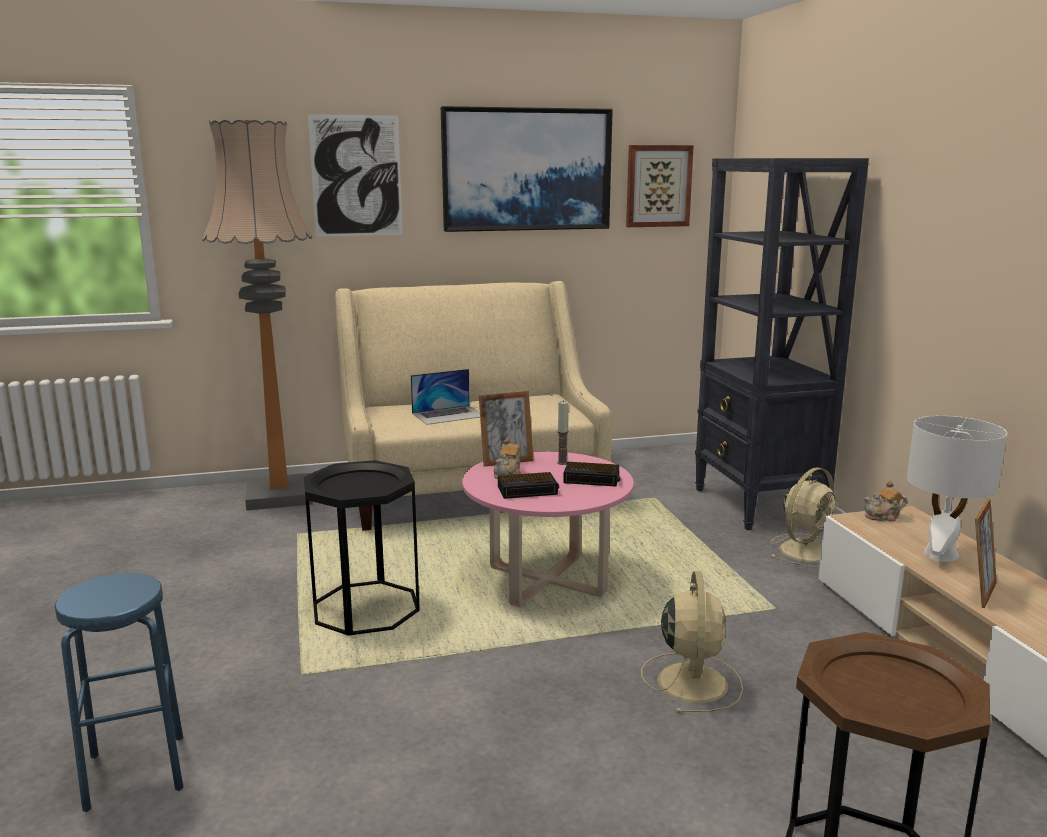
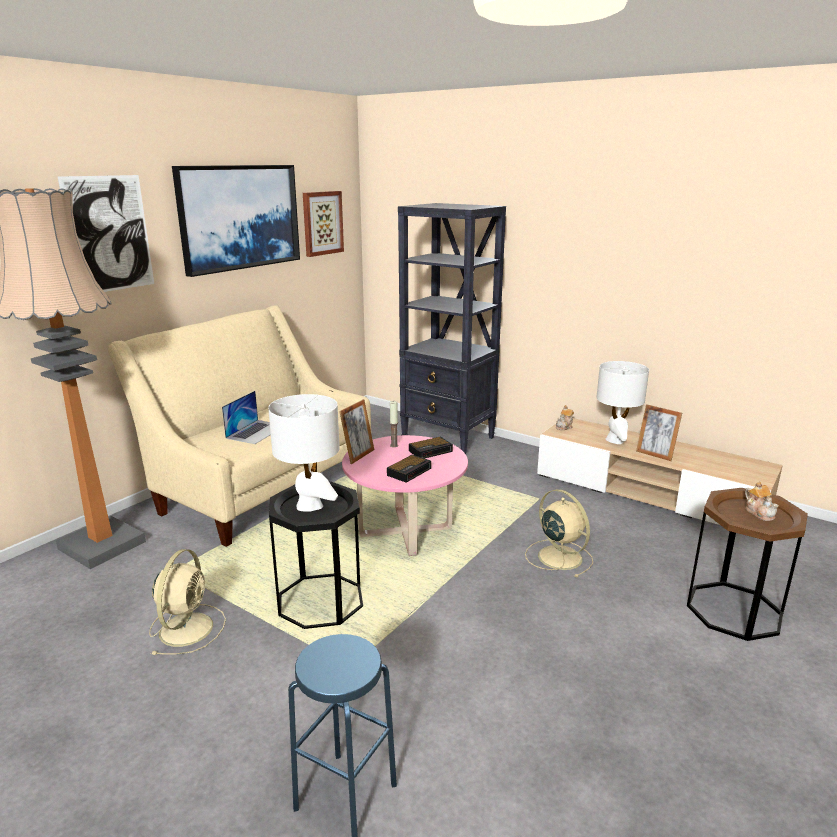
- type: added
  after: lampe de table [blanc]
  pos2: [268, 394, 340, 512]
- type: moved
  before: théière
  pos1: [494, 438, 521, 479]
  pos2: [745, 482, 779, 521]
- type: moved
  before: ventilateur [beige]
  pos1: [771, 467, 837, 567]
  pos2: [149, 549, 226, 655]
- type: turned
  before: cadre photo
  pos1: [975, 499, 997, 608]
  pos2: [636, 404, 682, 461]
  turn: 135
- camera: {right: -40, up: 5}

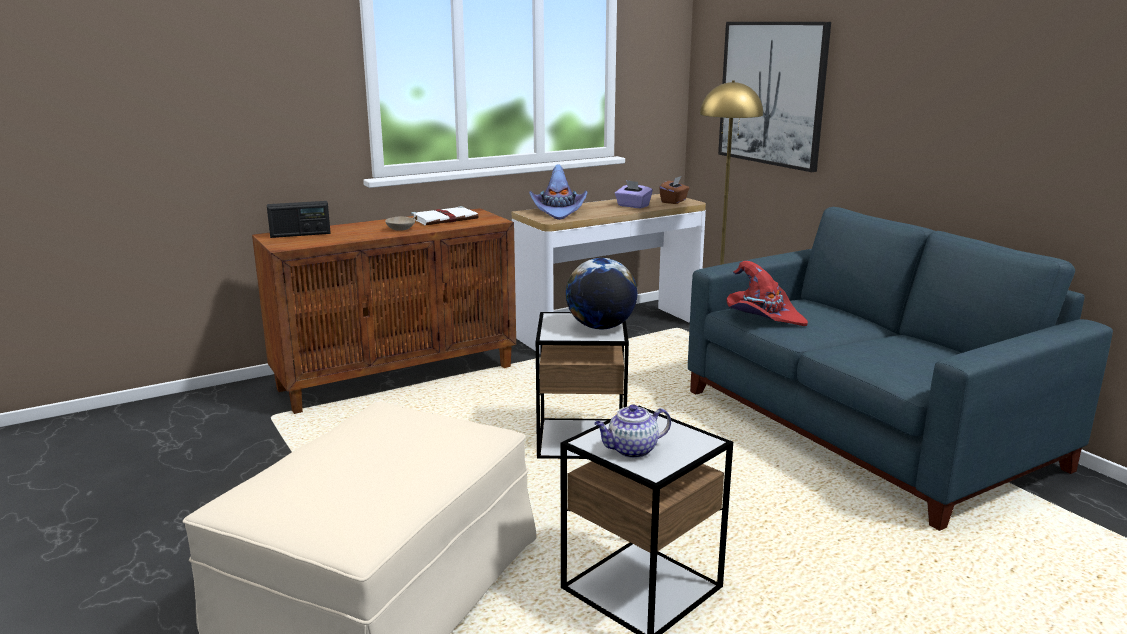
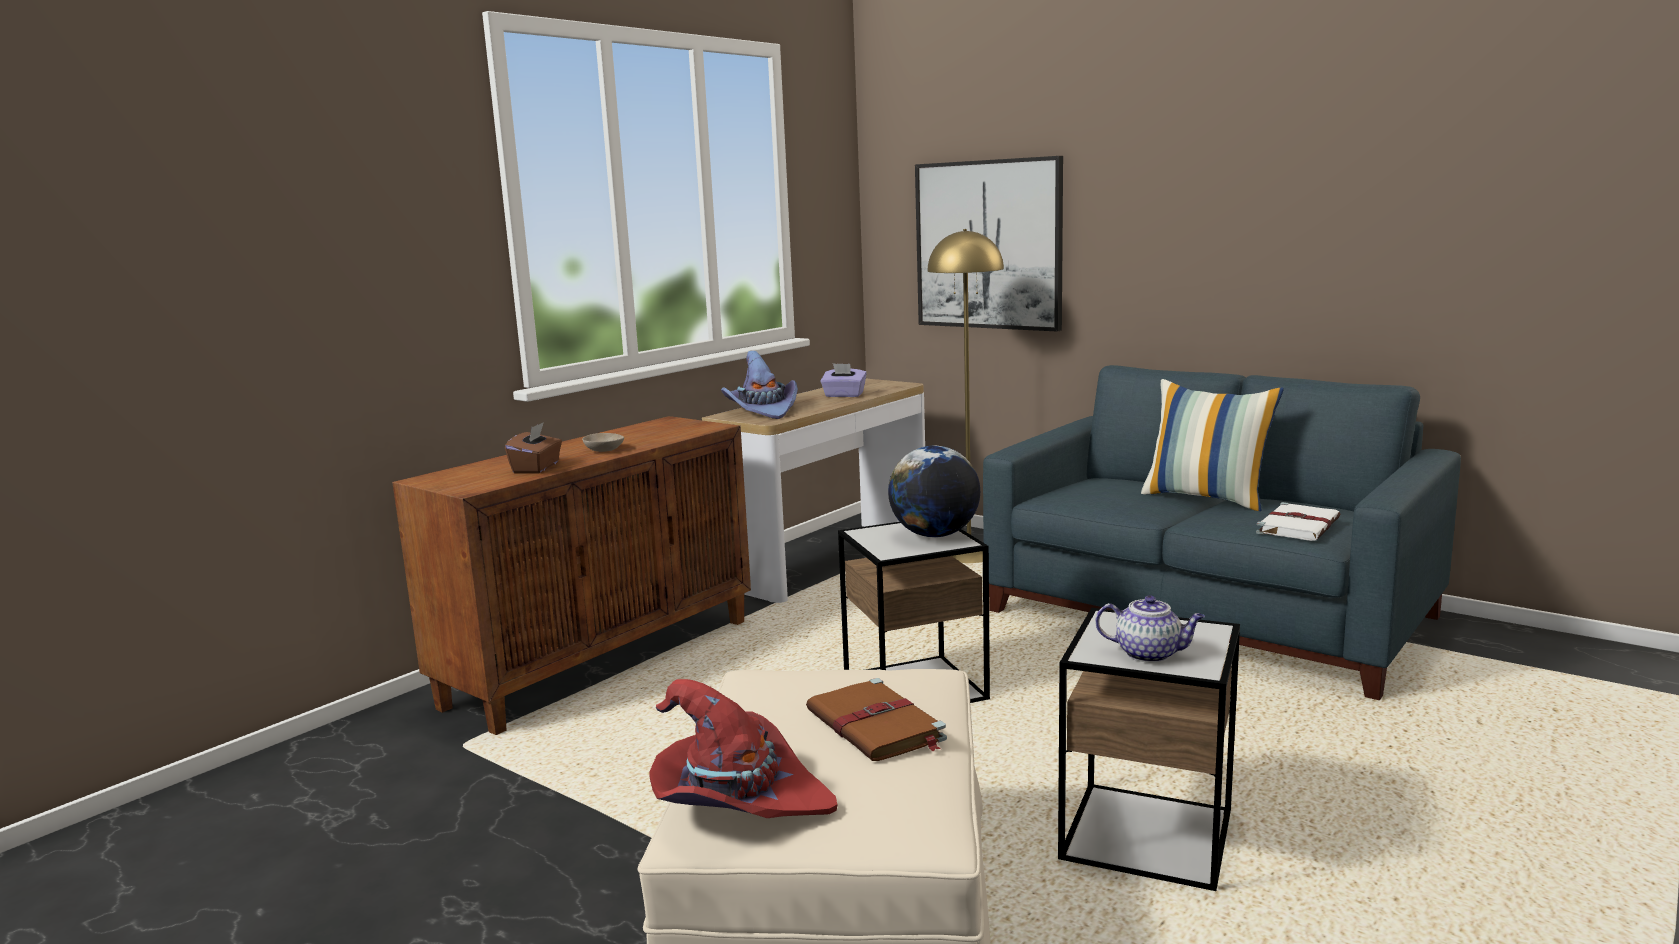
- type: removed
  before: radio
  pos1: [267, 201, 331, 238]
- type: added
  after: livre [marron]
  pos2: [806, 678, 947, 761]
- type: added
  after: coussin
  pos2: [1141, 379, 1284, 511]
- type: moved
  before: livre [blanc]
  pos1: [411, 206, 479, 225]
  pos2: [1256, 502, 1341, 541]
- type: moved
  before: boîte à mouchoirs [marron]
  pos1: [659, 176, 689, 204]
  pos2: [505, 422, 562, 474]
- type: moved
  before: chapeau [rouge]
  pos1: [727, 261, 808, 326]
  pos2: [649, 679, 837, 818]
- type: turned
  before: théière
  pos1: [594, 404, 671, 458]
  pos2: [1095, 595, 1205, 663]
  turn: -120
- camera: {right: -20, up: -5}

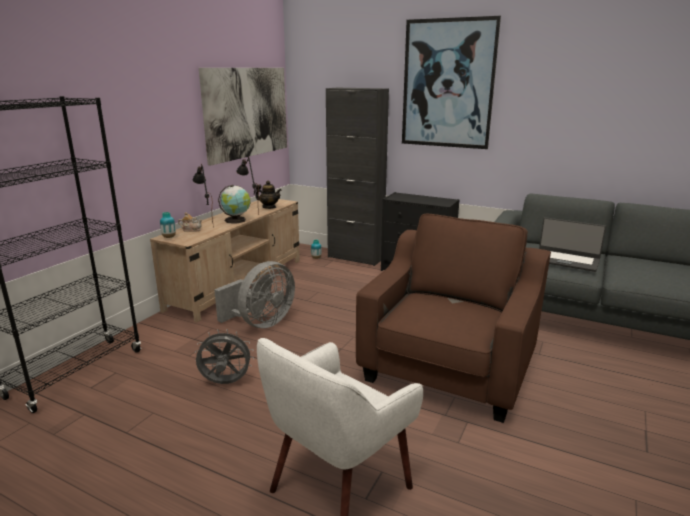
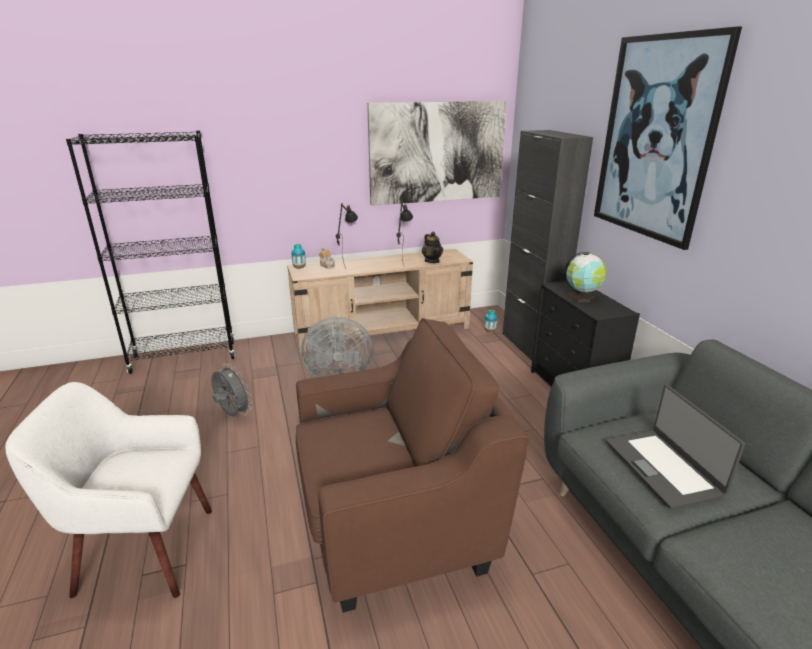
- type: moved
  before: globe
  pos1: [218, 185, 250, 224]
  pos2: [565, 252, 607, 303]
- camera: {right: 45, up: 5}

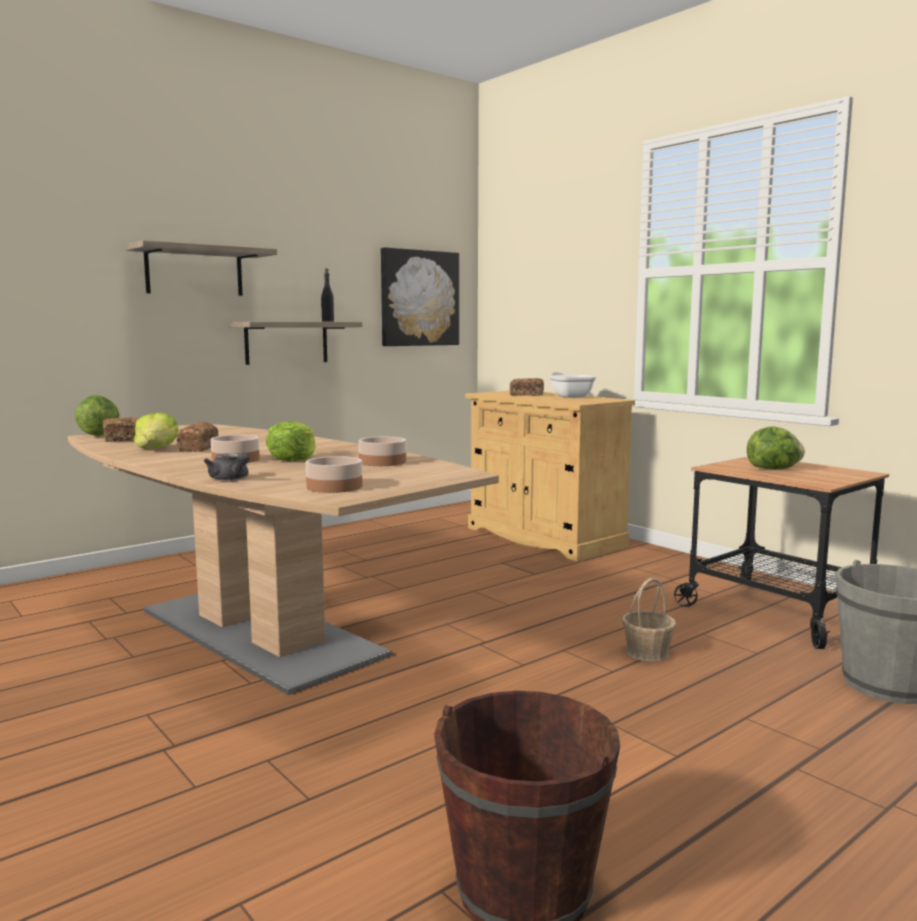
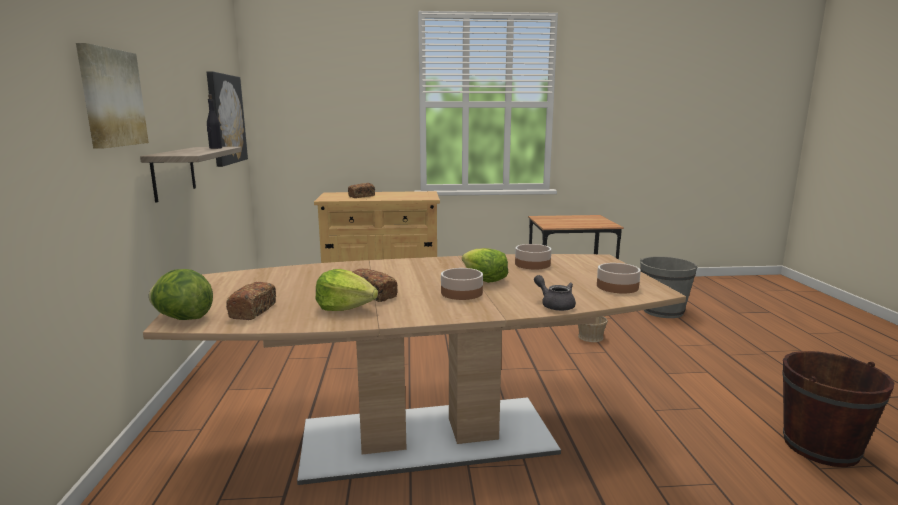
- type: removed
  before: poêle
  pos1: [549, 372, 596, 398]
- type: removed
  before: laitue
  pos1: [747, 426, 805, 469]
- type: replaced
  before: étagère
  after: tableau
  pos1: [125, 240, 277, 296]
  pos2: [76, 43, 149, 149]
- type: turned
  before: théière [gris]
  pos1: [204, 452, 250, 480]
  pos2: [534, 275, 576, 311]
  turn: -120
- camera: {right: -55, up: 5}

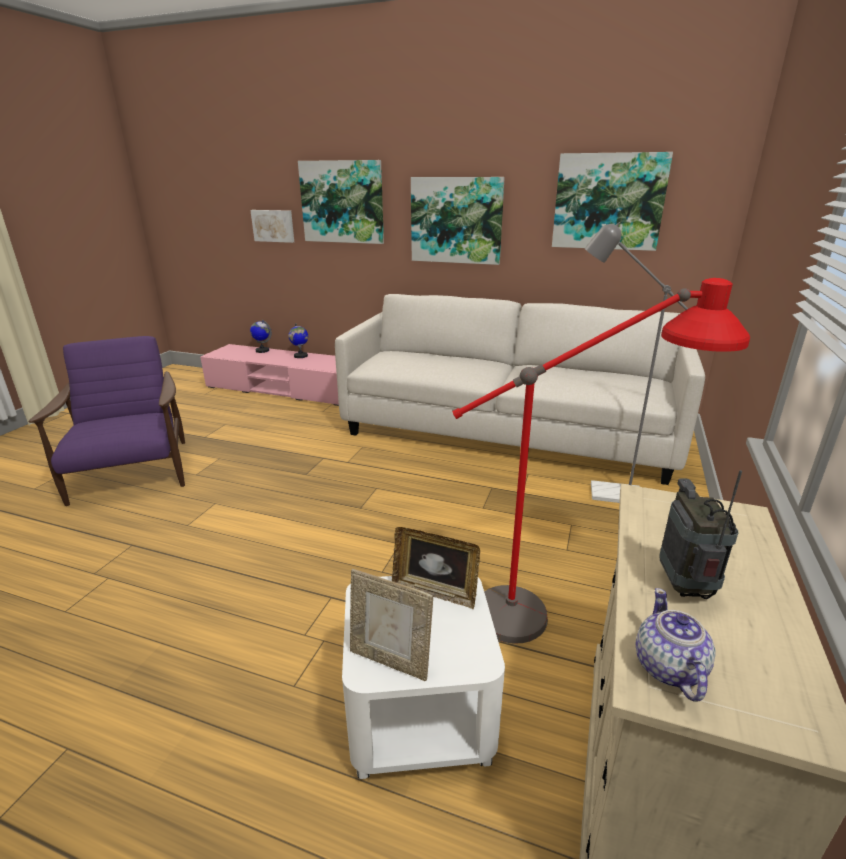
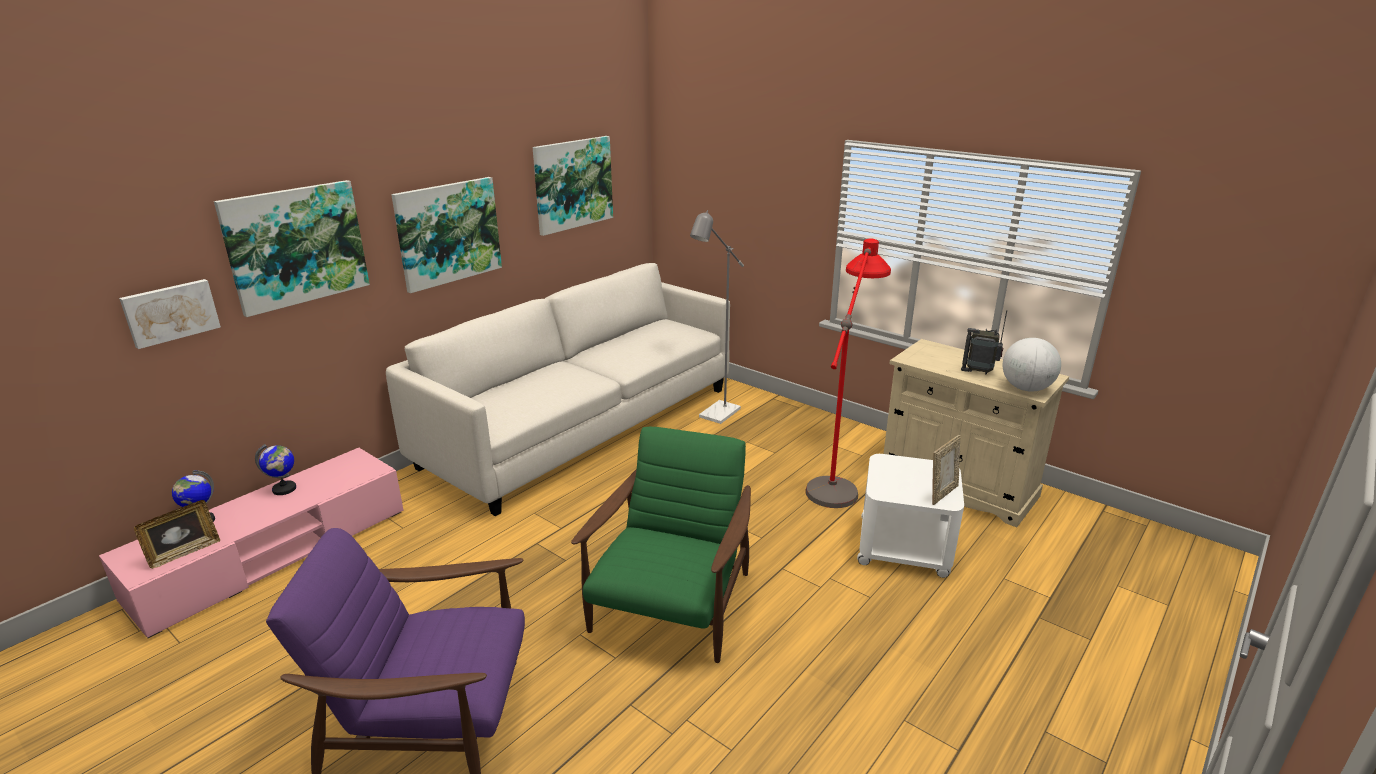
- type: added
  after: fauteuil [vert]
  pos2: [571, 427, 751, 663]
- type: moved
  before: cadre photo
  pos1: [392, 527, 480, 609]
  pos2: [134, 500, 220, 569]
- type: replaced
  before: théière
  after: globe
  pos1: [636, 588, 716, 702]
  pos2: [1003, 338, 1061, 391]
- camera: {right: -70, up: 0}

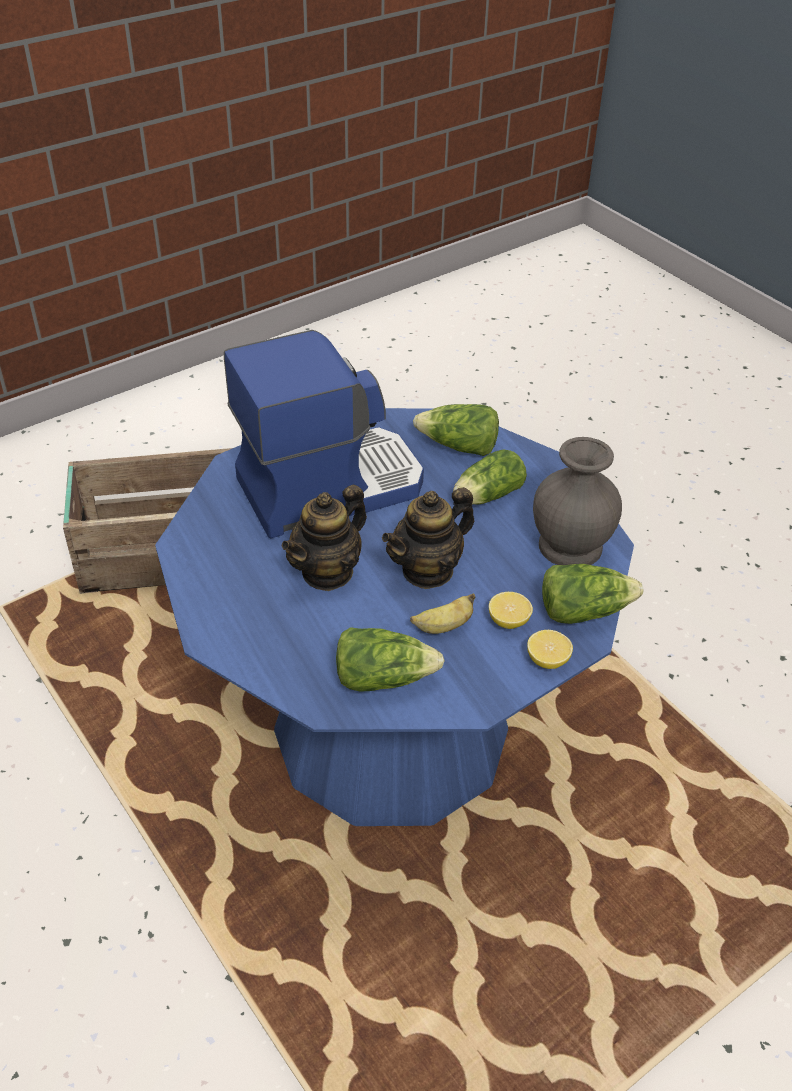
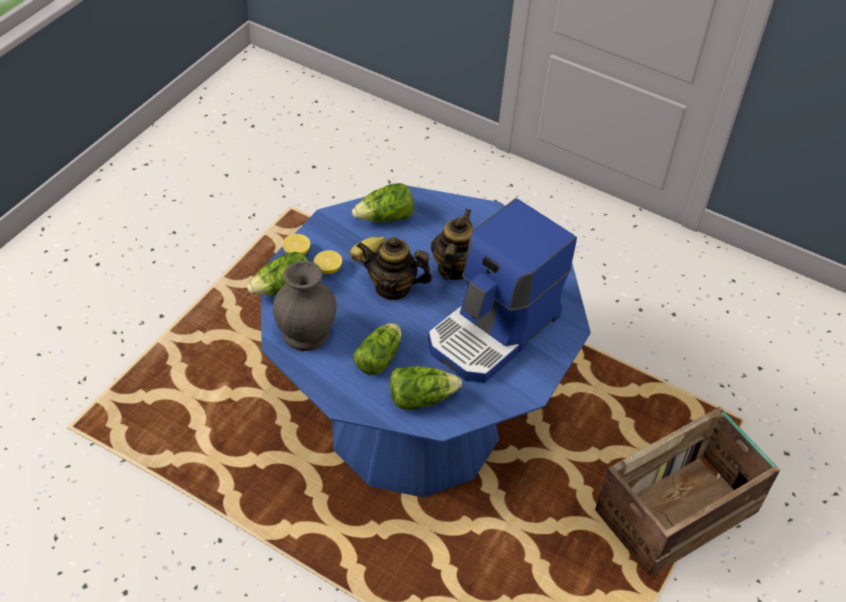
- type: turned
  before: théière
  pos1: [382, 487, 474, 589]
  pos2: [356, 237, 432, 301]
  turn: -105
- camera: {right: 155, up: 5}

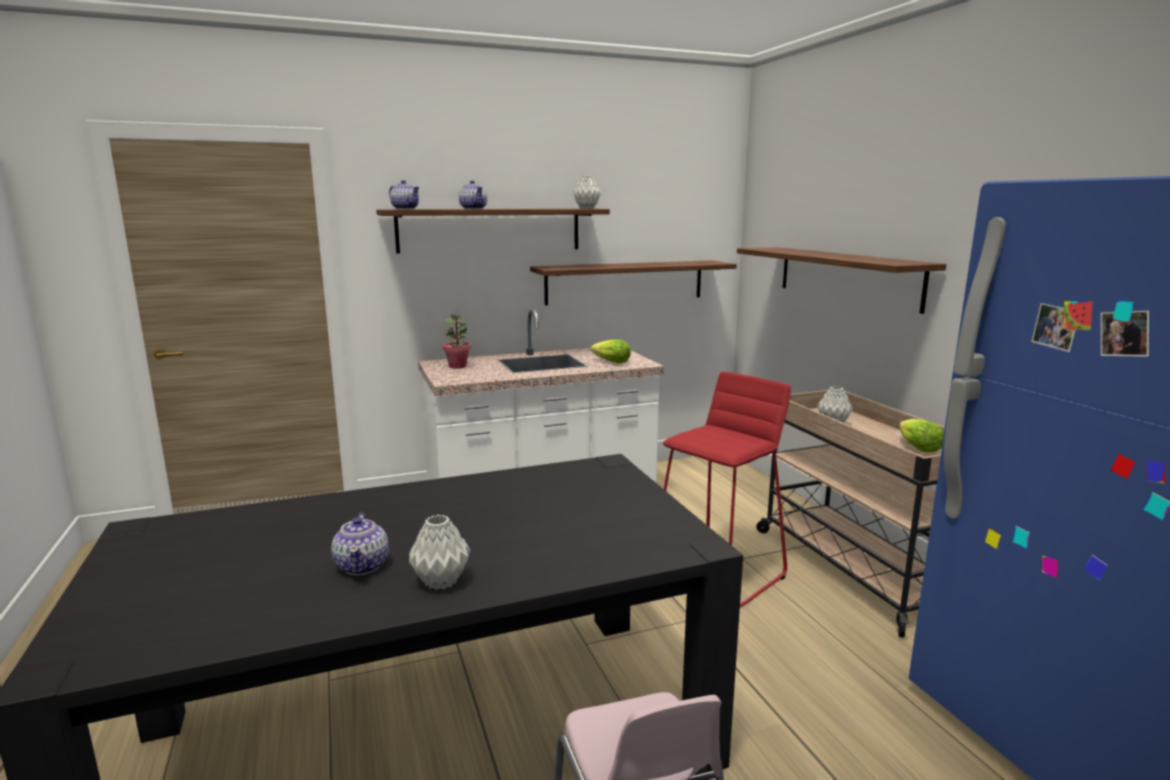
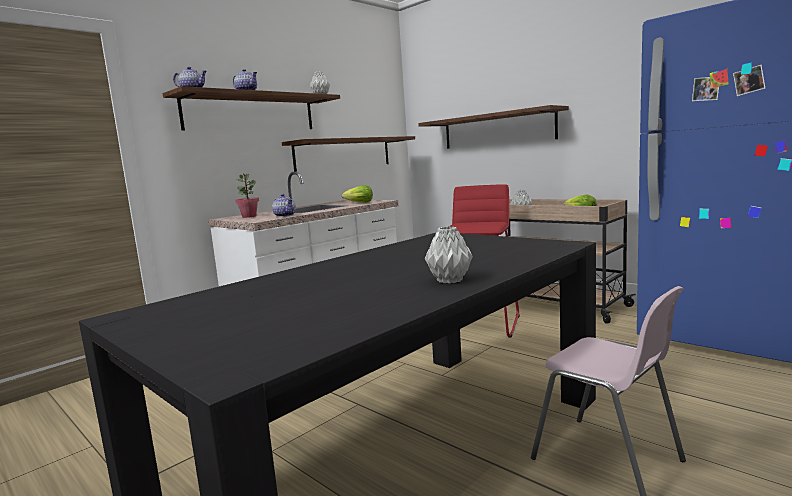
- type: moved
  before: théière
  pos1: [331, 513, 389, 575]
  pos2: [272, 194, 296, 217]
- camera: {right: -25, up: -5}

